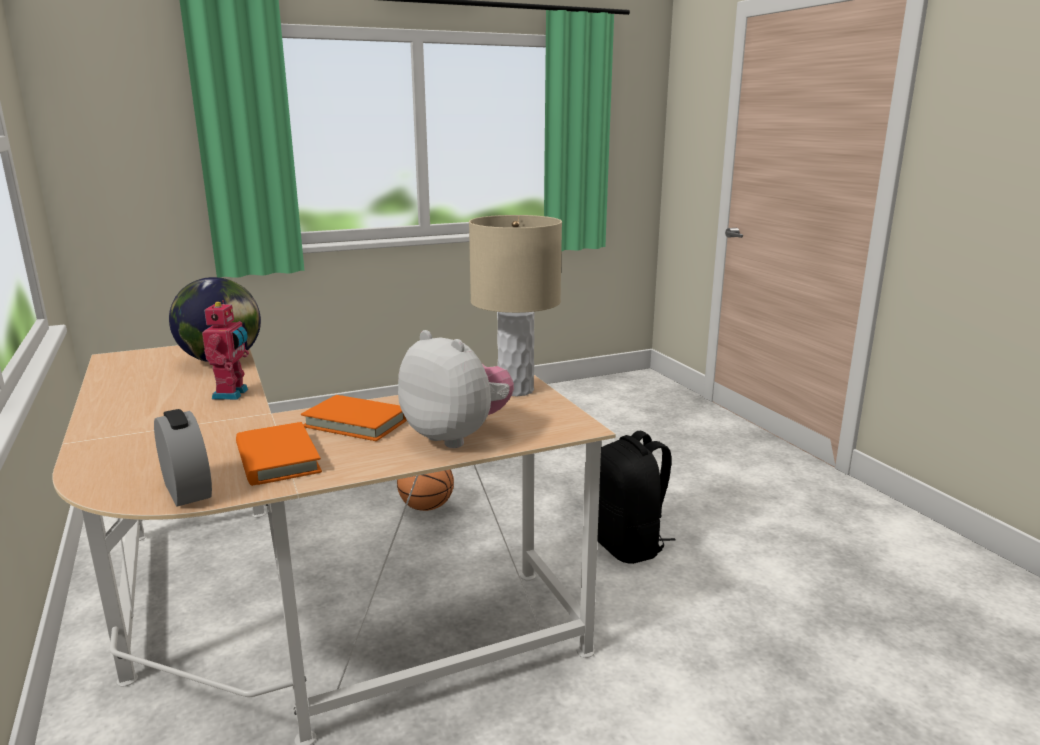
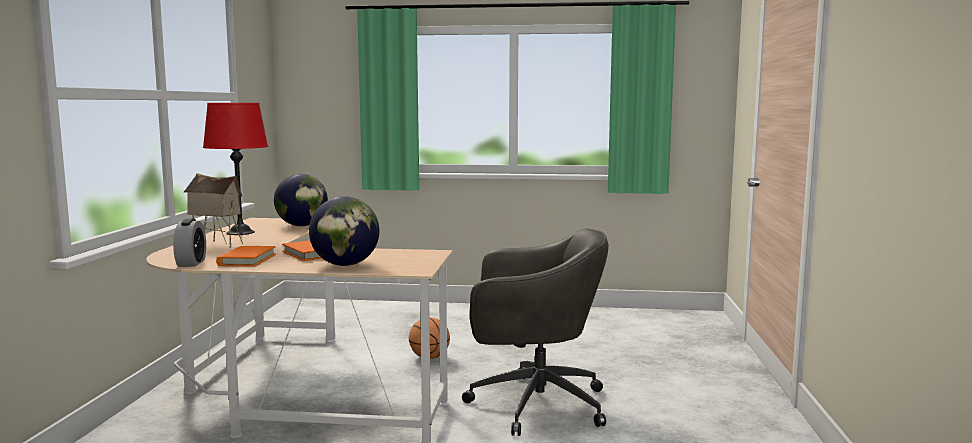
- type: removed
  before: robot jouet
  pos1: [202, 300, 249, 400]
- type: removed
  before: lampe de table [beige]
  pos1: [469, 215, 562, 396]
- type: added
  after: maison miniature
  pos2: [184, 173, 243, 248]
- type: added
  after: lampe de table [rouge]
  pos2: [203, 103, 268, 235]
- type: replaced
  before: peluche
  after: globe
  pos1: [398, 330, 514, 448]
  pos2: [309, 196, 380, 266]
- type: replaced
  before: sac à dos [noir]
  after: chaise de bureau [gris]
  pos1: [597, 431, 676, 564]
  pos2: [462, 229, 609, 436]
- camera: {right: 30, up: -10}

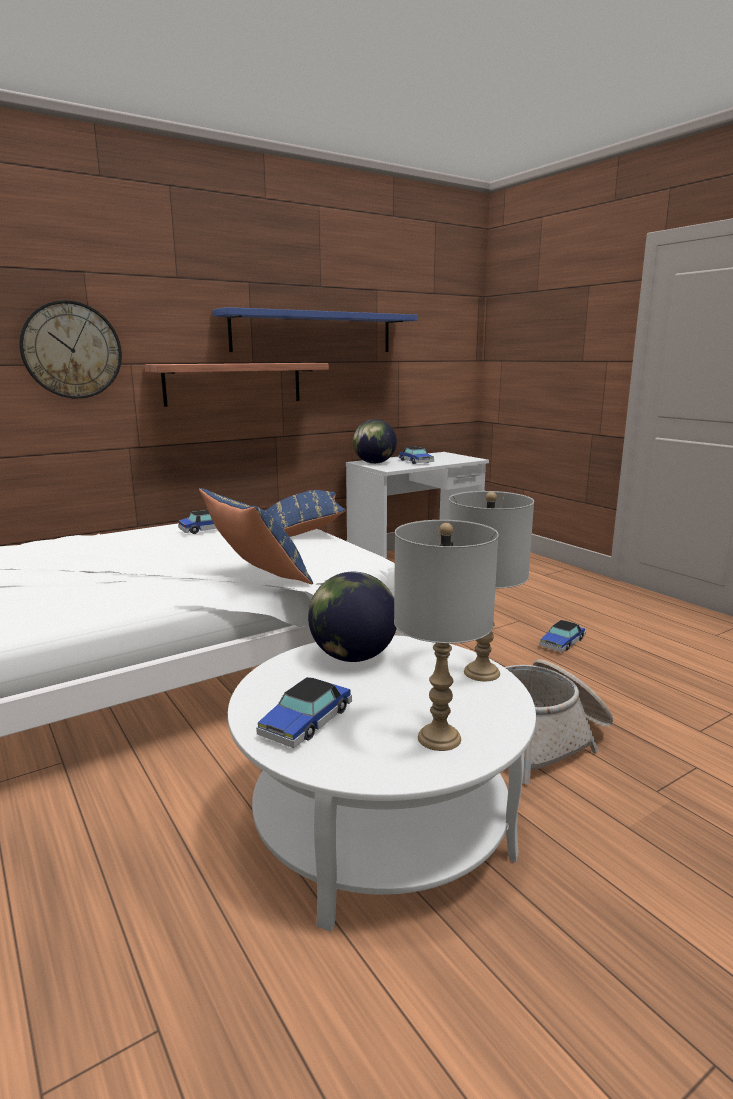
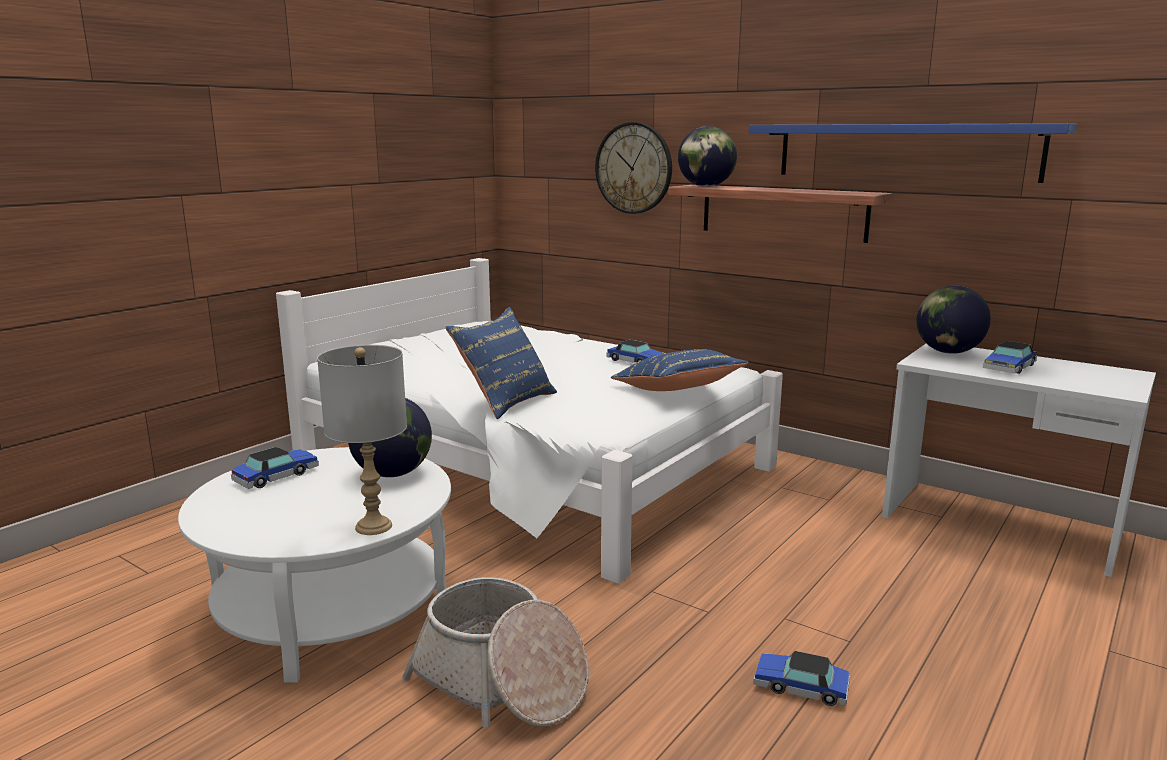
- type: removed
  before: lampe de table [gris]
  pos1: [394, 520, 499, 751]
- type: added
  after: globe
  pos2: [678, 126, 737, 187]
- type: turned
  before: petite voiture
  pos1: [256, 677, 352, 748]
  pos2: [231, 447, 319, 489]
  turn: 120
- camera: {right: 70, up: 0}

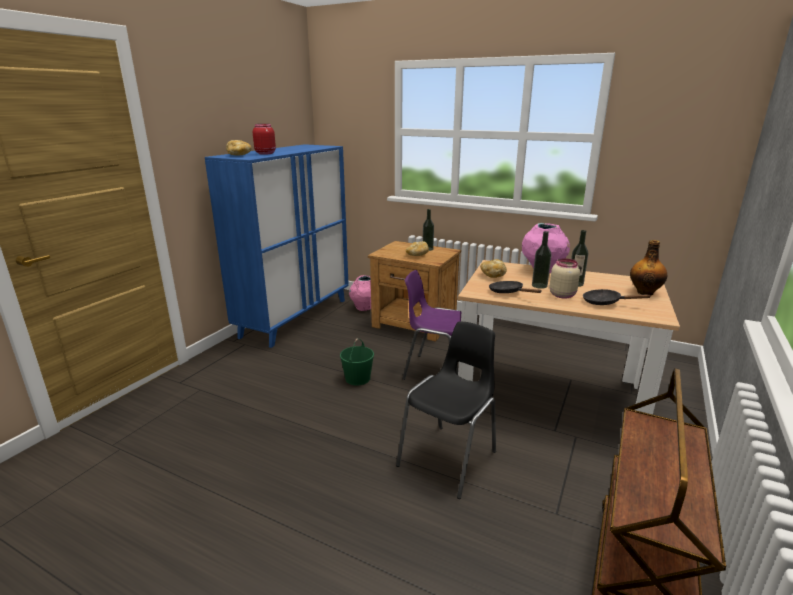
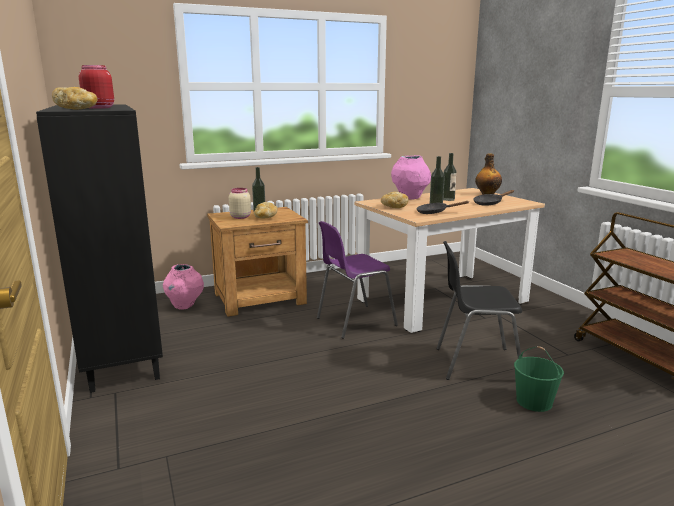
- type: moved
  before: seau [vert]
  pos1: [340, 338, 374, 386]
  pos2: [514, 346, 564, 412]
- type: moved
  before: bocal [beige]
  pos1: [549, 258, 580, 299]
  pos2: [229, 188, 251, 219]
- type: recoloured
  before: meuble de rangement [bleu]
  after: meuble de rangement [noir]
  pos1: [205, 144, 349, 348]
  pos2: [36, 104, 163, 393]
- type: turned
  before: chaise [noir]
  pos1: [396, 321, 496, 499]
  pos2: [437, 241, 522, 380]
  turn: -75
- camera: {right: -50, up: -5}

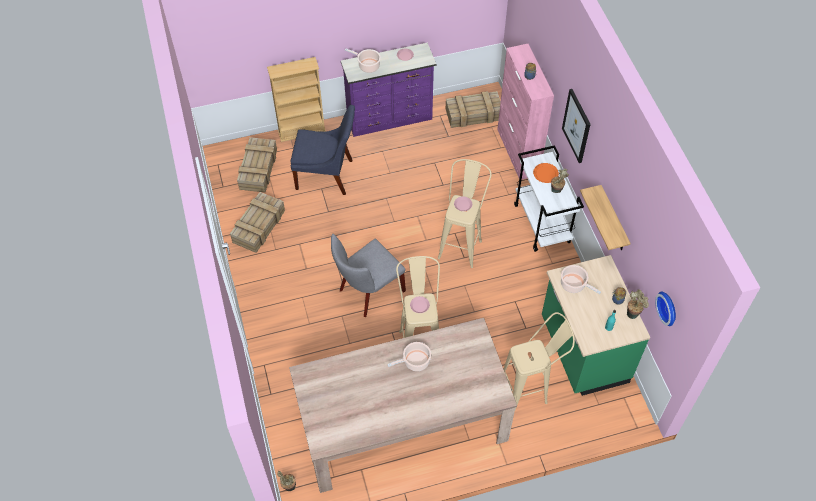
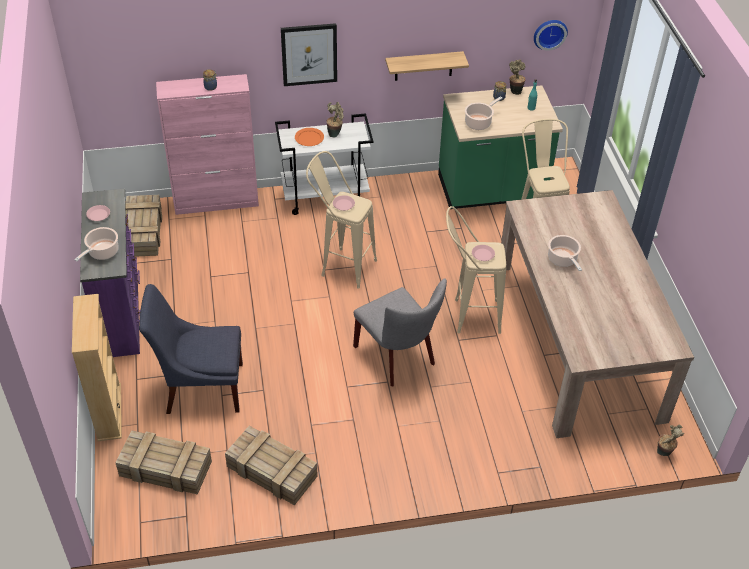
- type: turned
  before: chaise [bleu]
  pos1: [290, 105, 355, 195]
  pos2: [139, 284, 243, 414]
  turn: -105
- camera: {right: -85, up: -10}

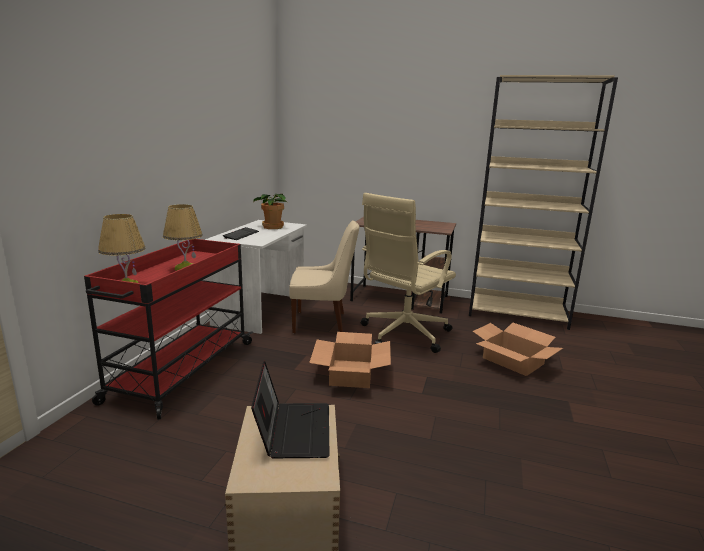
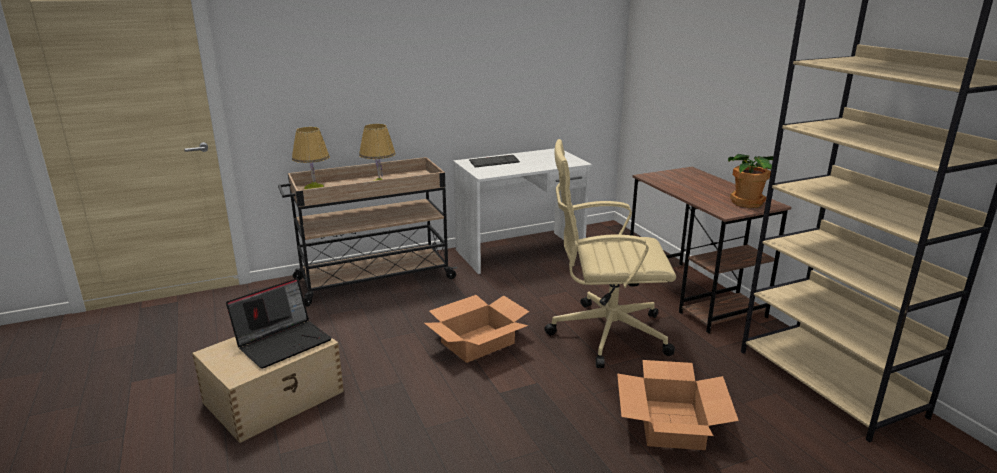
- type: removed
  before: chaise [beige]
  pos1: [289, 220, 359, 333]
- type: moved
  before: plante en pot
  pos1: [253, 194, 288, 229]
  pos2: [728, 154, 777, 208]
- type: recoloured
  before: chariot [rouge]
  after: chariot [beige]
  pos1: [84, 239, 253, 420]
  pos2: [278, 157, 458, 307]
- camera: {right: 50, up: 5}

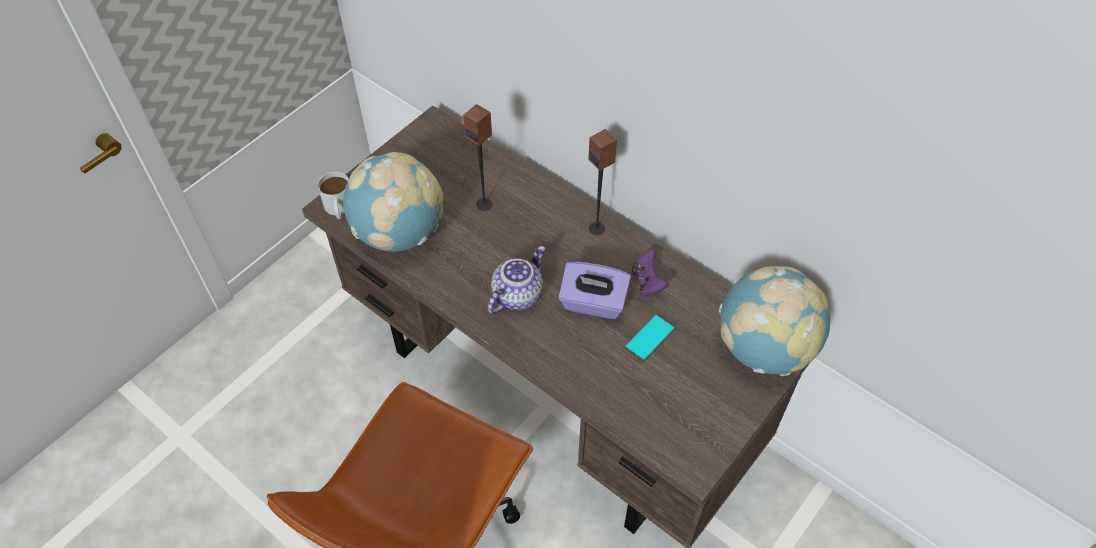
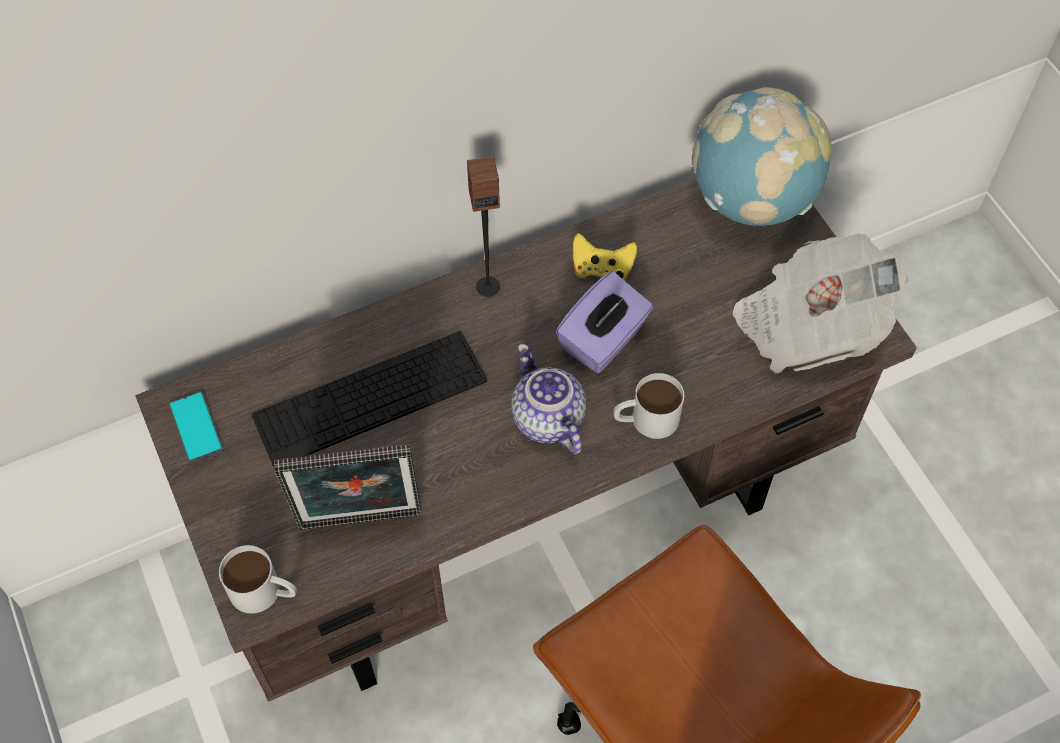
- type: added
  after: mug [blanc]
  pos2: [613, 373, 684, 439]
- type: added
  after: journal
  pos2: [732, 233, 908, 373]
- type: moved
  before: téléphone
  pos1: [624, 314, 675, 362]
  pos2: [169, 391, 224, 464]
- type: replaced
  before: globe
  after: cadre photo
  pos1: [343, 152, 443, 252]
  pos2: [274, 444, 421, 530]
- type: replaced
  before: enceinte
  after: clavier
  pos1: [464, 104, 493, 211]
  pos2: [251, 331, 487, 467]
- type: recoloured
  before: manette [violet]
  after: manette [jaune]
  pos1: [632, 249, 669, 297]
  pos2: [573, 233, 637, 281]
- camera: {right: -65, up: 5}

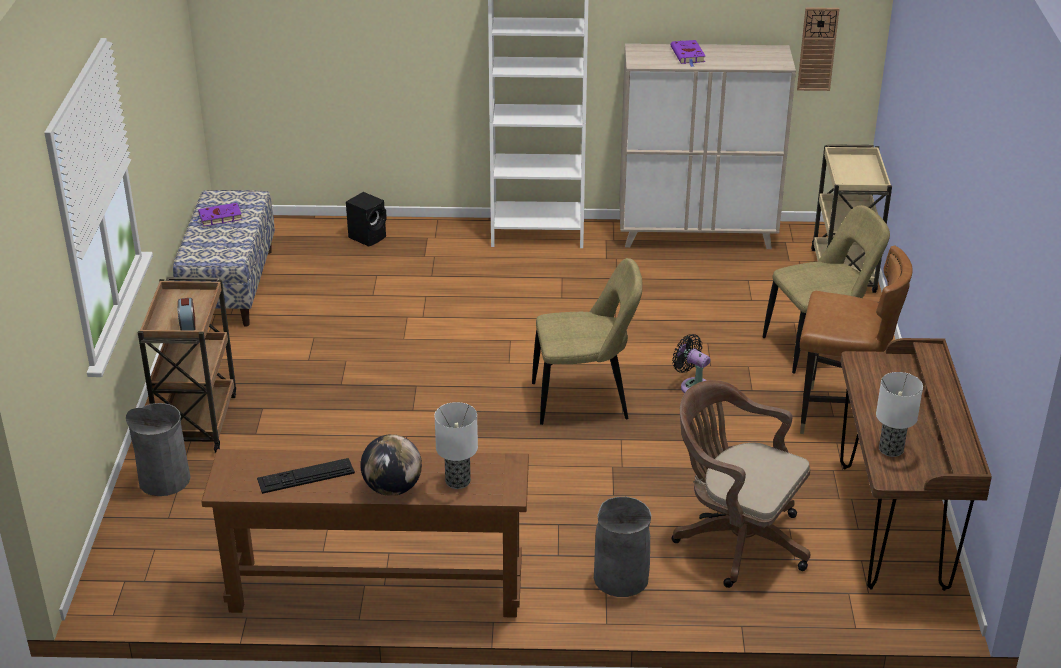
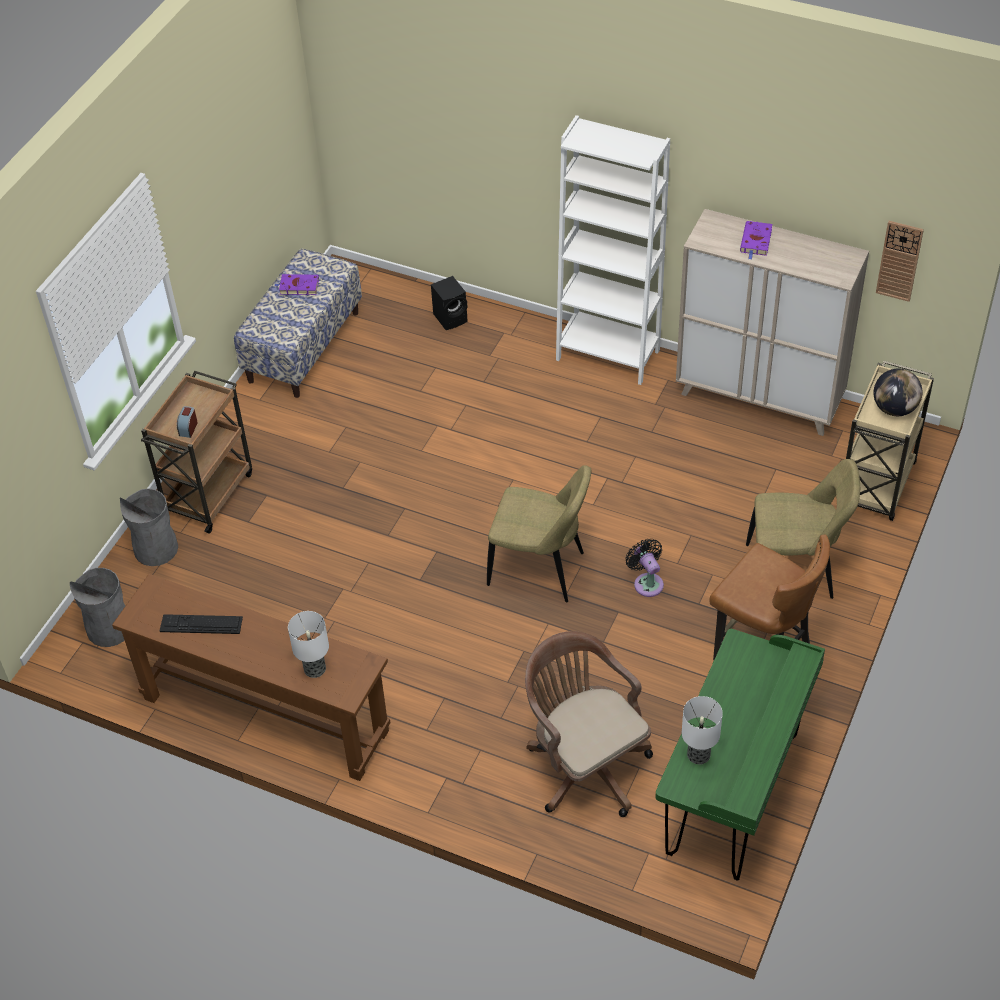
- type: moved
  before: globe
  pos1: [360, 434, 422, 496]
  pos2: [873, 368, 923, 416]
- type: moved
  before: poubelle [gris]
  pos1: [594, 497, 651, 597]
  pos2: [70, 568, 125, 647]
- type: recoloured
  before: bureau [marron]
  after: bureau [vert]
  pos1: [840, 338, 992, 591]
  pos2: [655, 629, 825, 881]
- camera: {right: 25, up: 15}

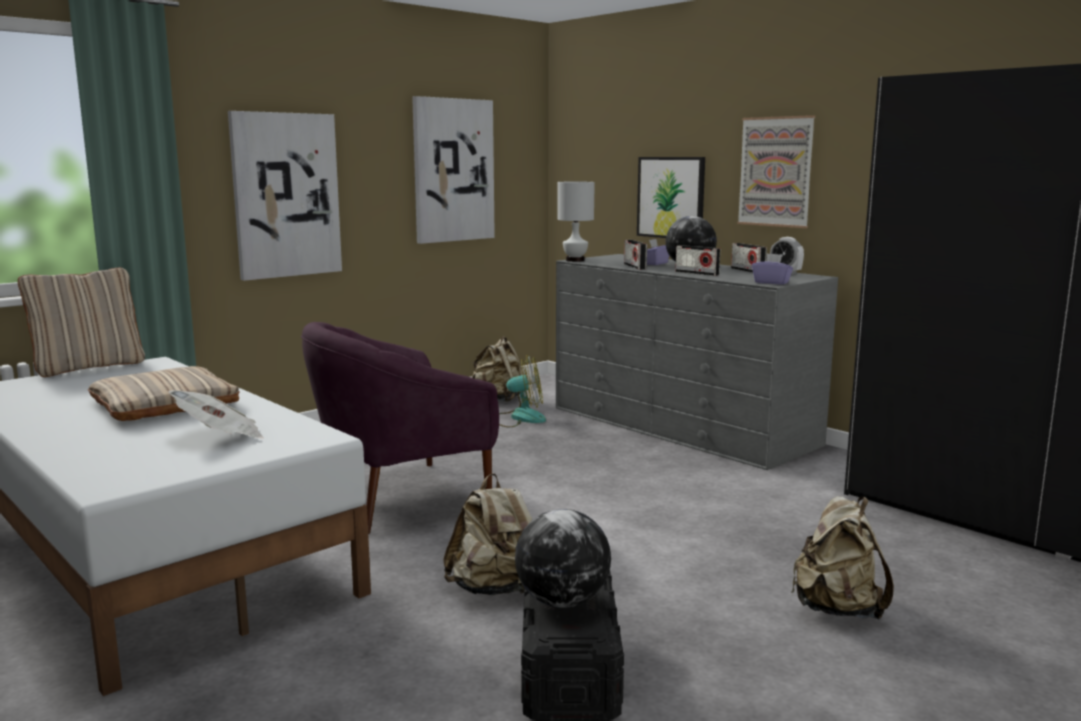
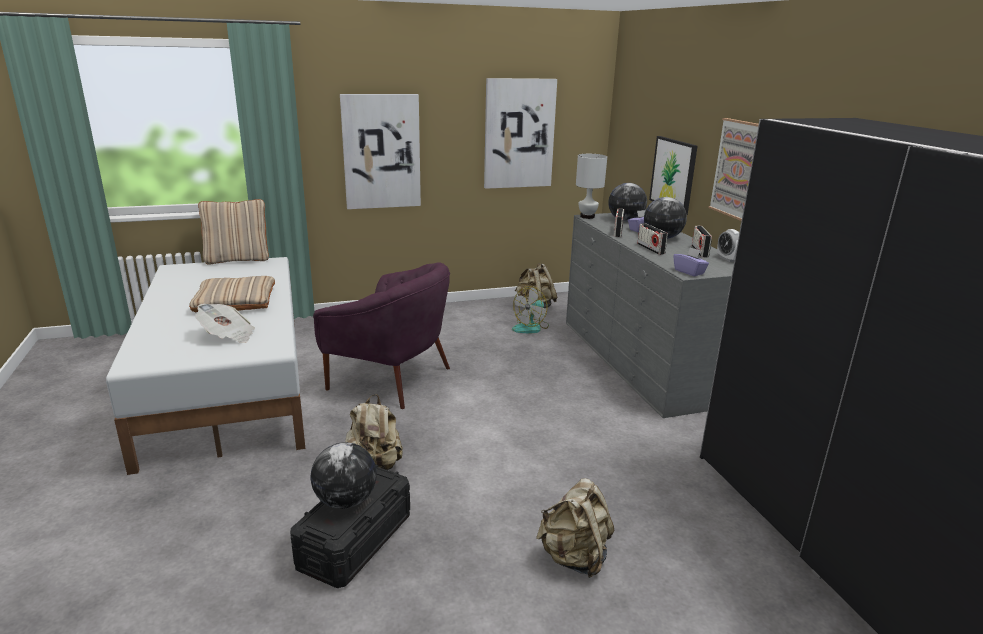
- type: added
  after: globe
  pos2: [608, 183, 647, 221]
- type: turned
  before: fauteuil [violet]
  pos1: [301, 322, 499, 534]
  pos2: [313, 262, 450, 409]
  turn: -150
- type: turned
  before: ventilateur
  pos1: [499, 355, 546, 427]
  pos2: [512, 286, 549, 333]
  turn: 105
- camera: {right: 25, up: 10}

